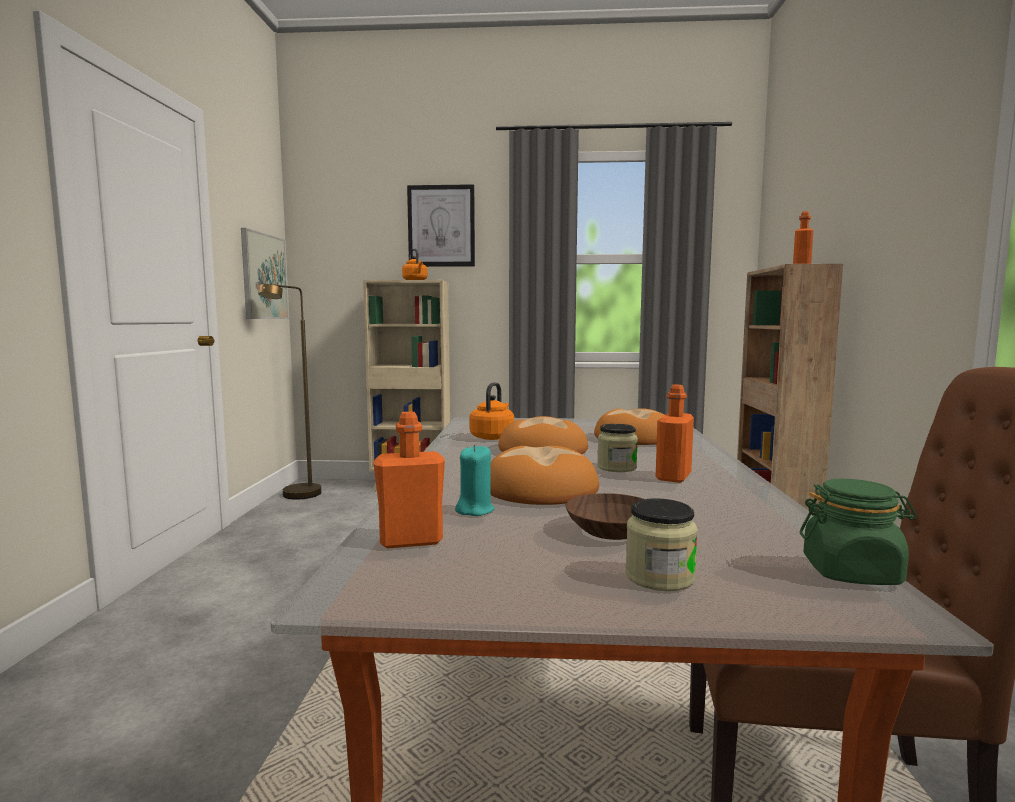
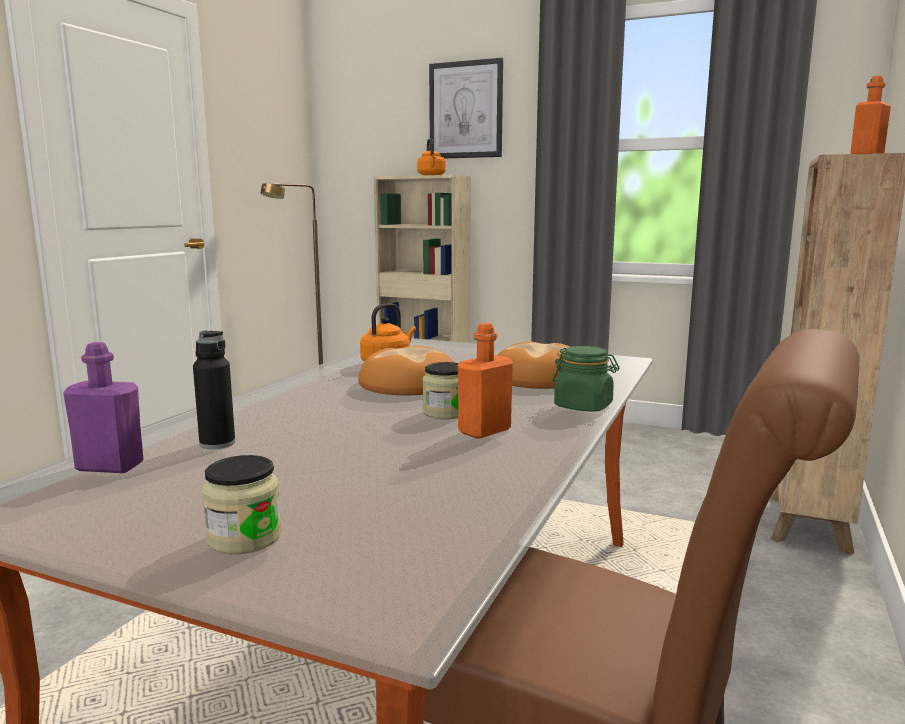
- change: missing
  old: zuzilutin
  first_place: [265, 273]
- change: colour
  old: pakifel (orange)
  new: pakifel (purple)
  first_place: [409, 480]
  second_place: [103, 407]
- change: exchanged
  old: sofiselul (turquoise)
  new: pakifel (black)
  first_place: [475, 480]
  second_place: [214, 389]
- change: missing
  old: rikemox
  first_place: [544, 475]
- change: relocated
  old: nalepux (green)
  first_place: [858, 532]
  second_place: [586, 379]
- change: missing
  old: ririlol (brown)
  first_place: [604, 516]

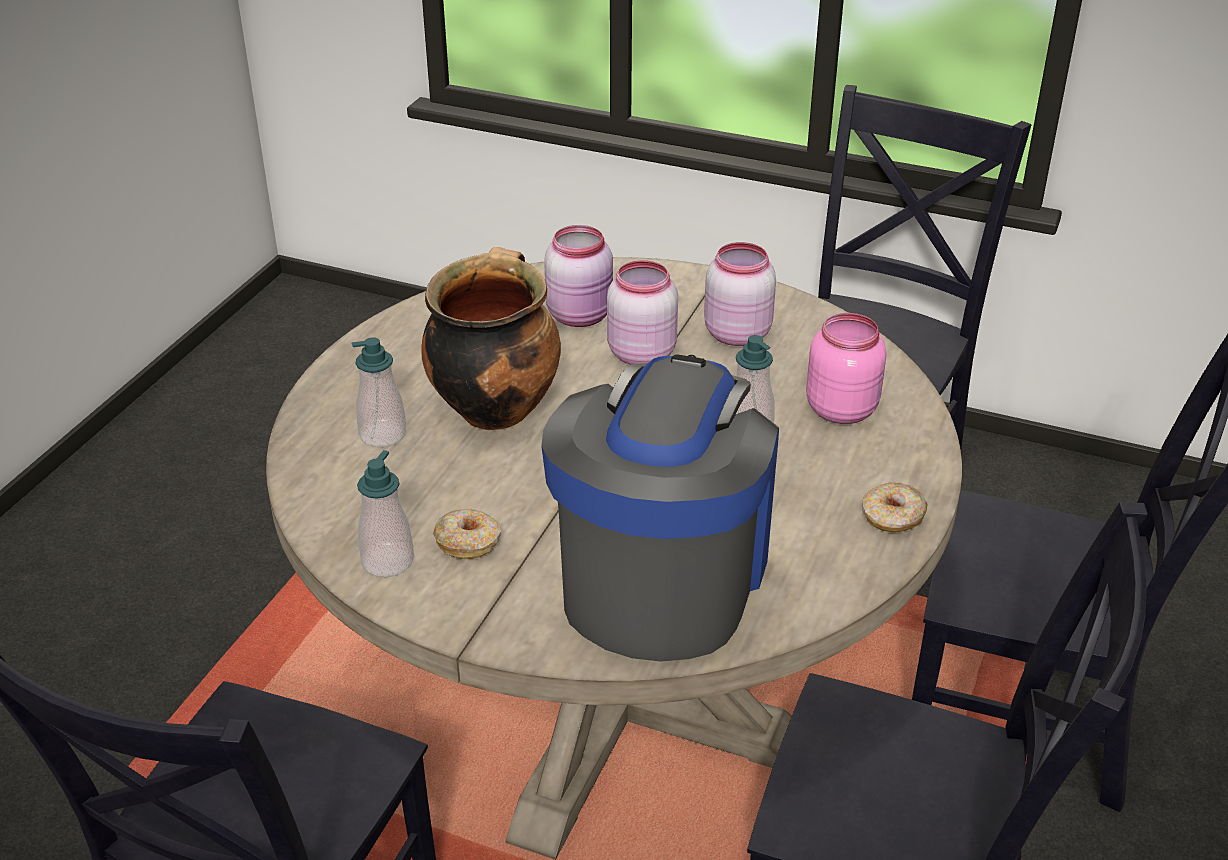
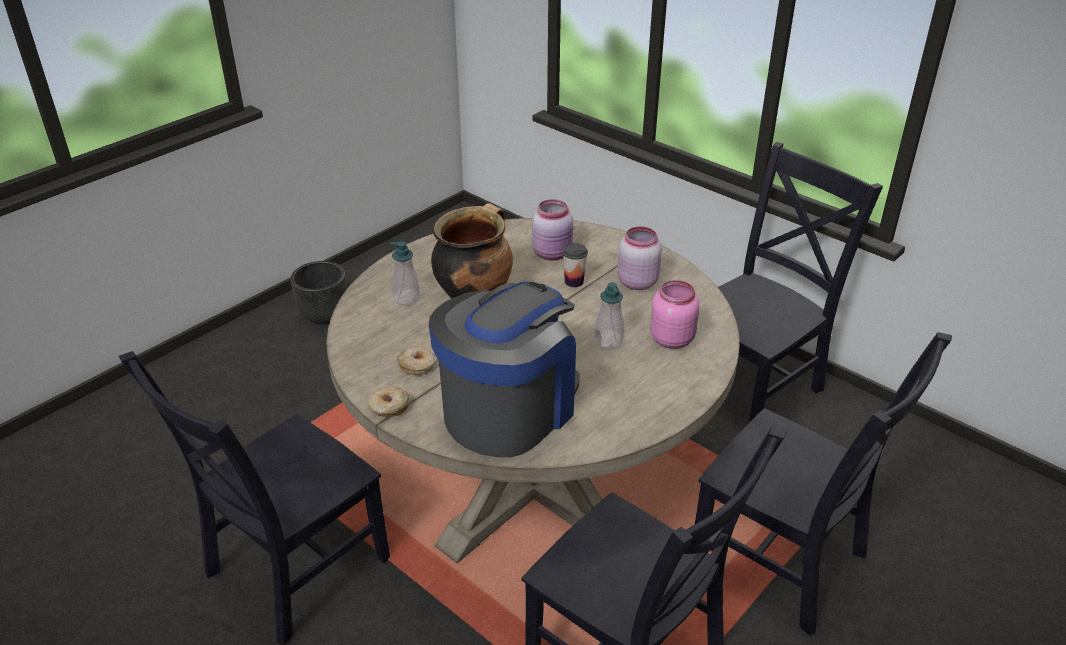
- change: exchanged
  old: nalepux (pink)
  new: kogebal
  first_place: [642, 312]
  second_place: [575, 265]
- change: missing
  old: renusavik
  first_place: [385, 513]
- change: relocated
  old: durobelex
  first_place: [894, 507]
  second_place: [388, 401]
- change: appeared
  new: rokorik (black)
  second_place: [318, 292]

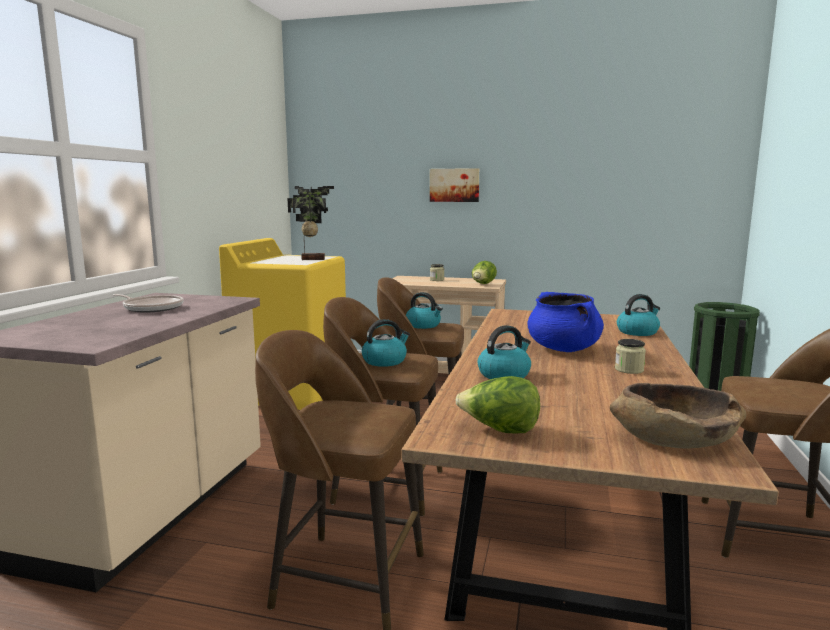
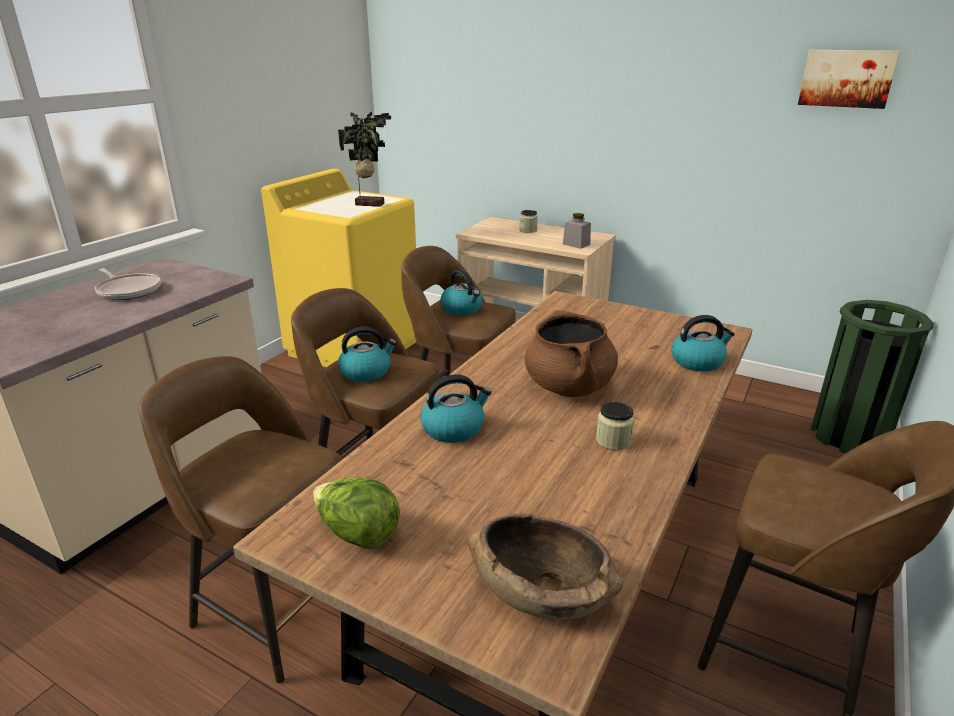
- change: relocated
  old: zuzilutin
  first_place: [454, 185]
  second_place: [849, 79]
- change: exchanged
  old: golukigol
  new: nalepux (grey)
  first_place: [484, 272]
  second_place: [577, 231]
- change: colour
  old: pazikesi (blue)
  new: pazikesi (brown)
  first_place: [565, 322]
  second_place: [571, 353]

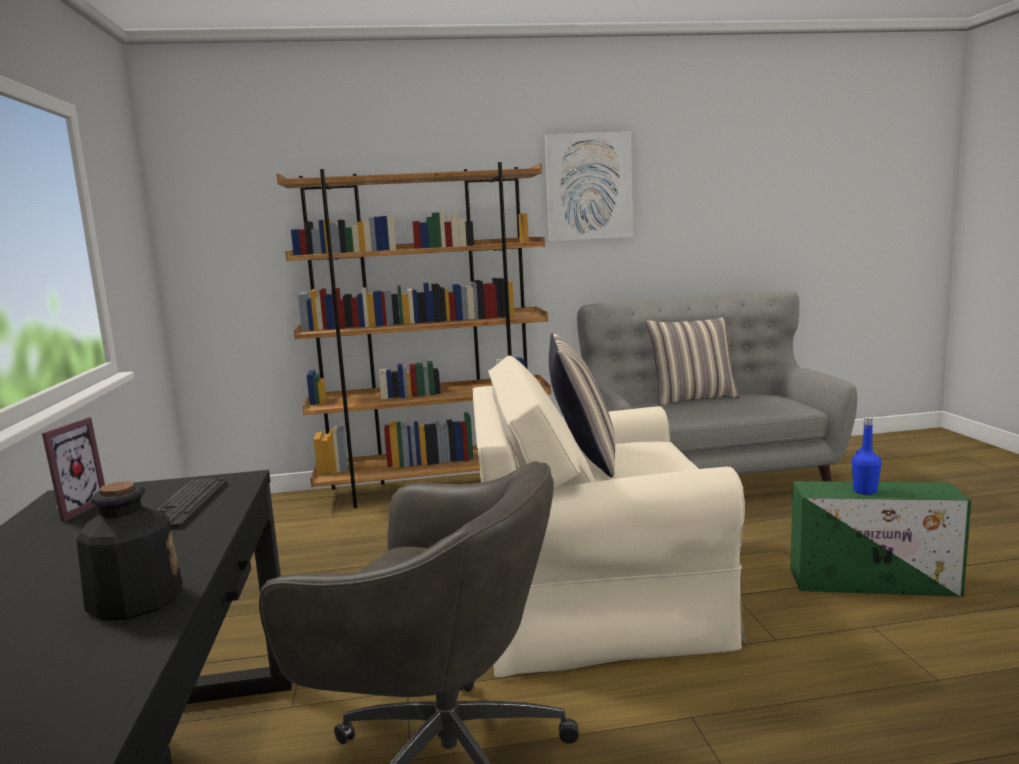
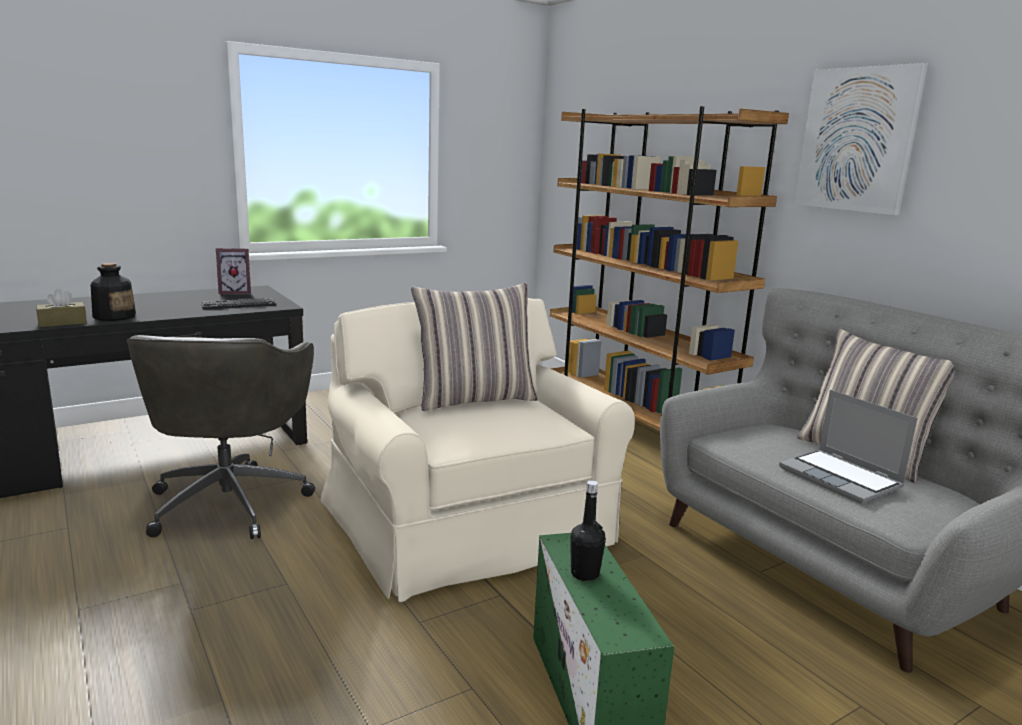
- change: colour
  old: pakifel (blue)
  new: pakifel (black)
  first_place: [866, 456]
  second_place: [588, 530]
- change: appeared
  new: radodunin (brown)
  second_place: [61, 308]
- change: appeared
  new: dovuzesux
  second_place: [848, 447]

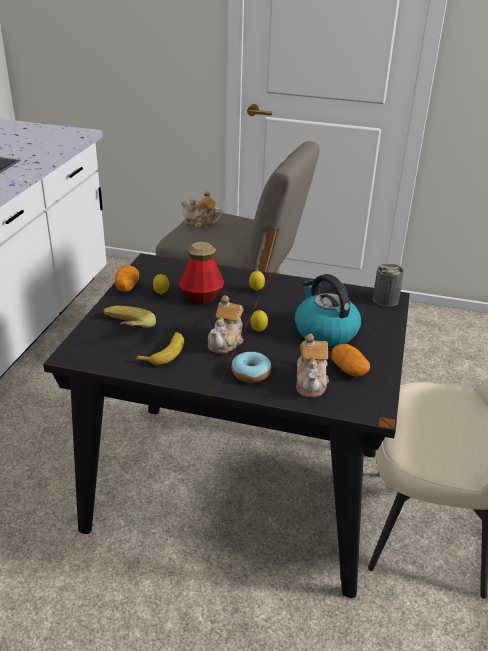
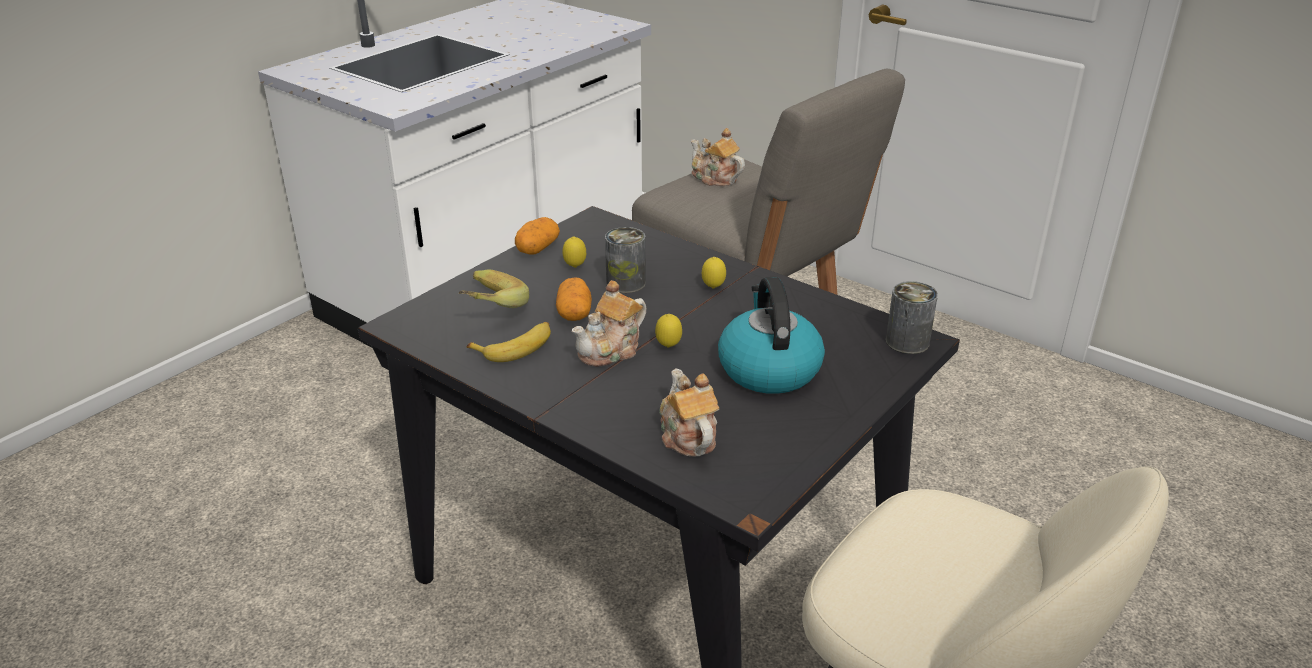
- change: exchanged
  old: pakifel
  new: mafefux
  first_place: [201, 273]
  second_place: [625, 260]
- change: spun
  old: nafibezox
  first_place: [312, 365]
  second_place: [689, 412]
  degrees: 135
- change: relocated
  old: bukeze
  first_place: [350, 360]
  second_place: [574, 299]
- change: missing
  old: durobelex
  first_place: [251, 367]

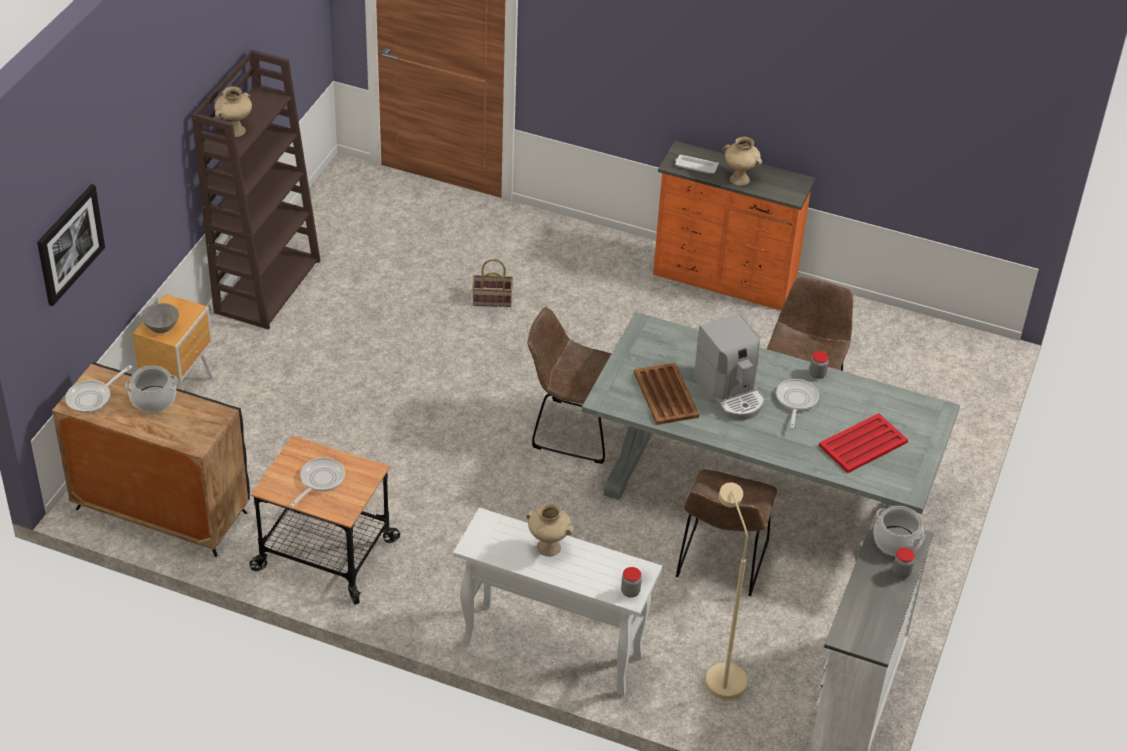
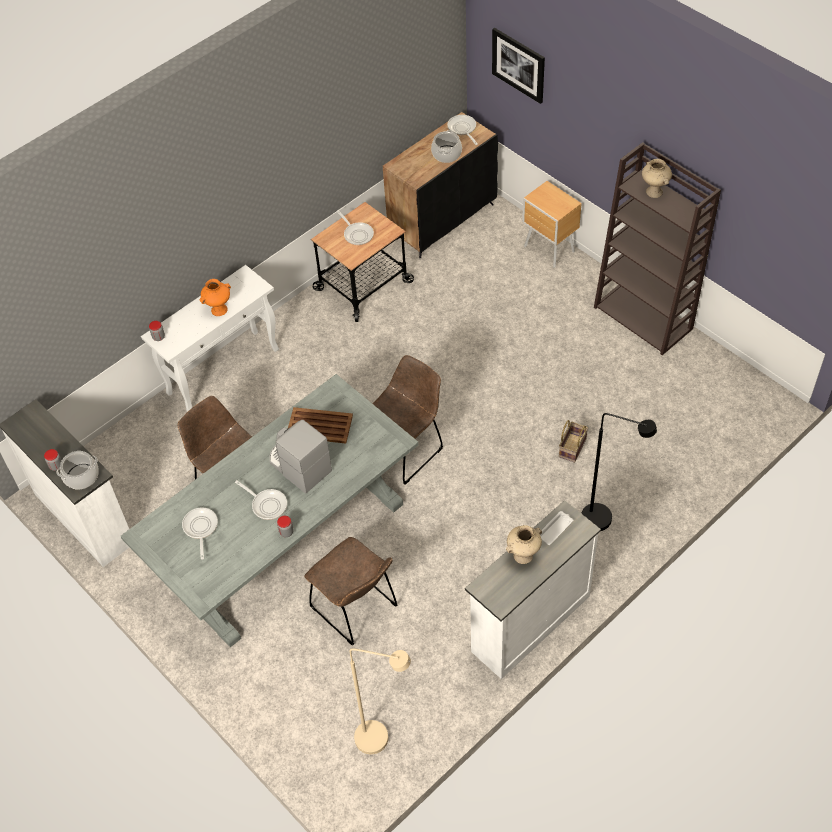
- change: colour
  old: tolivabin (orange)
  new: tolivabin (white)
  first_place: [734, 226]
  second_place: [533, 589]
- change: missing
  old: ririlol (grey)
  first_place: [160, 318]
- change: spun
  old: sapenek
  first_place: [729, 367]
  second_place: [300, 456]
  degrees: 45
- change: exchanged
  old: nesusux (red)
  new: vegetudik
  first_place: [863, 443]
  second_place: [200, 533]
- change: relocated
  old: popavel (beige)
  first_place: [726, 591]
  second_place: [380, 701]
- change: colour
  old: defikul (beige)
  new: defikul (orange)
  first_place: [550, 530]
  second_place: [215, 297]
- change: appeared
  new: popavel (black)
  second_place: [619, 472]

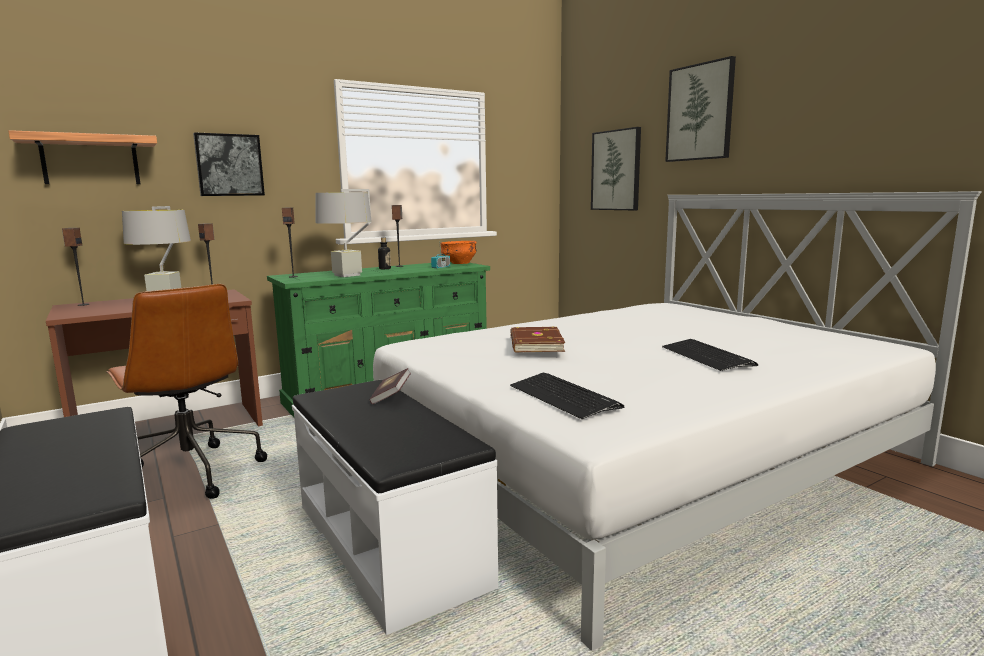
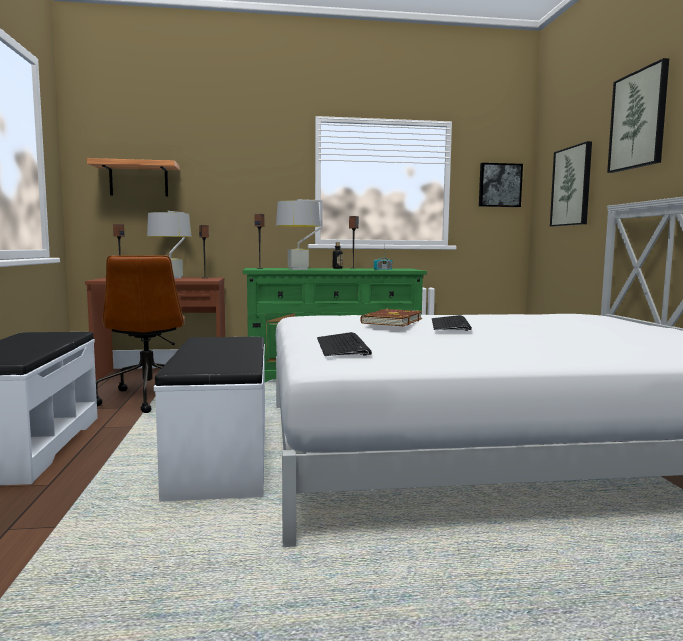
- change: relocated
  old: zuzilutin
  first_place: [229, 164]
  second_place: [501, 185]
- change: missing
  old: ririlol (orange)
  first_place: [458, 252]
- change: relocated
  old: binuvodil
  first_place: [710, 355]
  second_place: [452, 323]
- change: missing
  old: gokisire
  first_place: [390, 386]

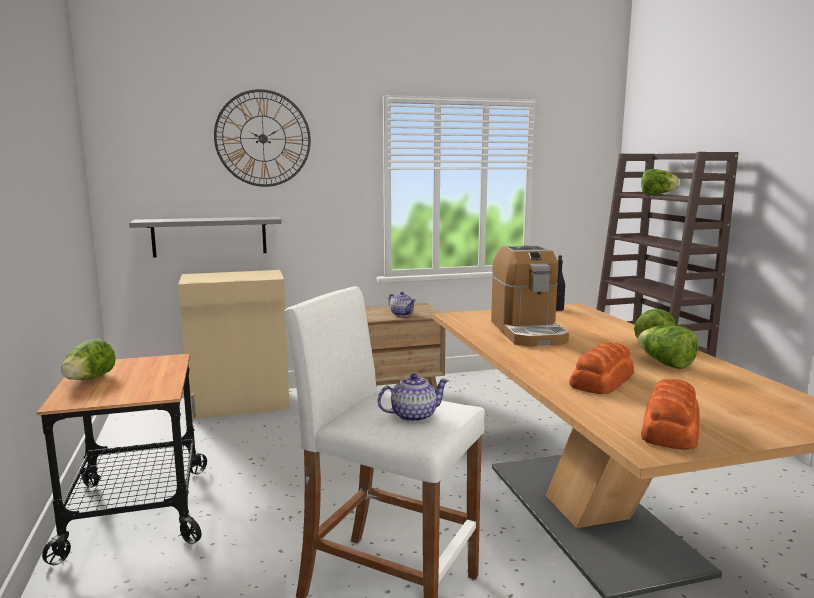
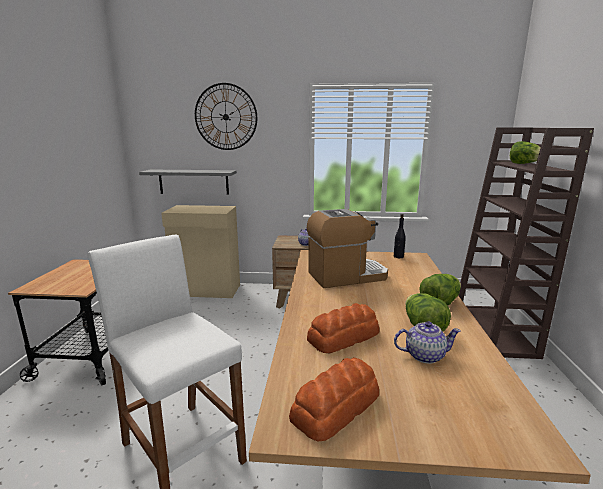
- change: spun
  old: sapenek
  first_place: [530, 296]
  second_place: [347, 248]
  degrees: -120
- change: missing
  old: golukigol
  first_place: [88, 359]
- change: relocated
  old: nafibezox
  first_place: [413, 397]
  second_place: [427, 342]

